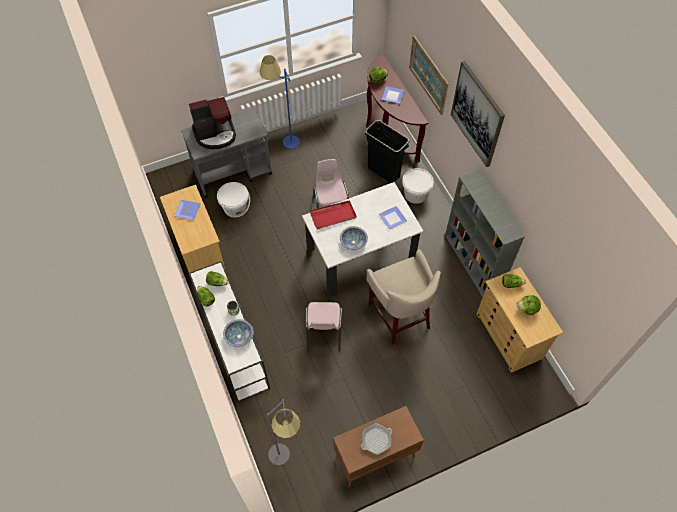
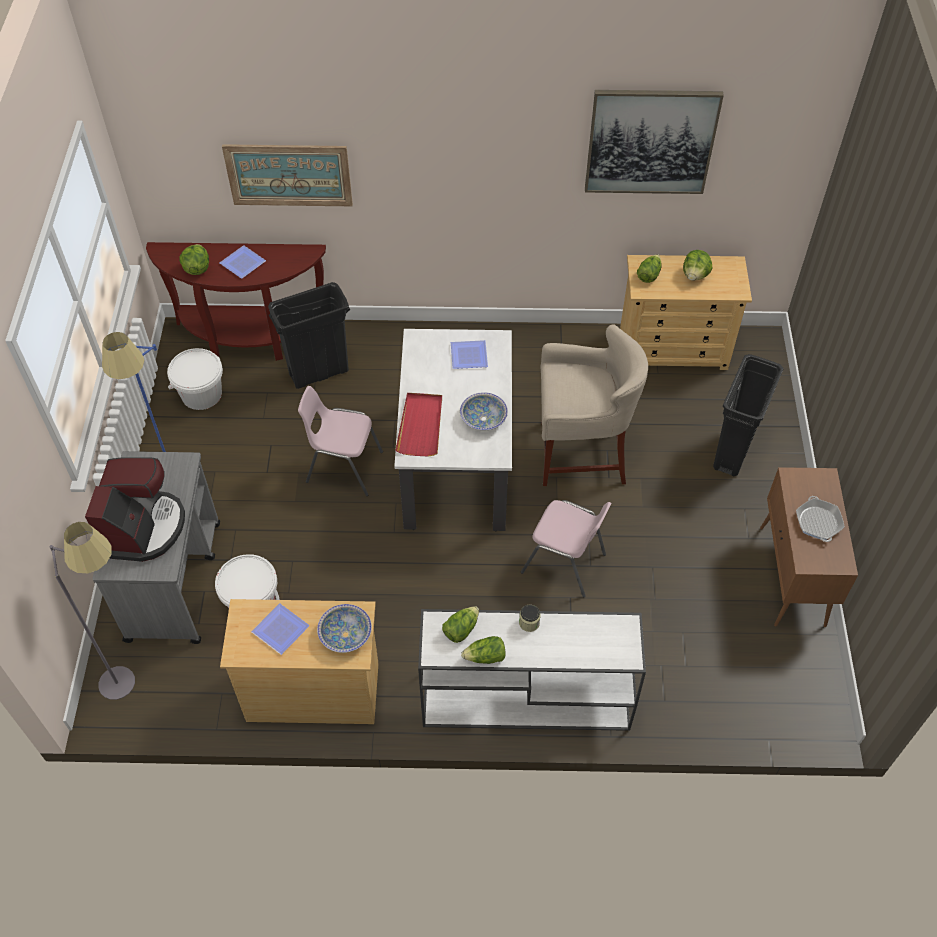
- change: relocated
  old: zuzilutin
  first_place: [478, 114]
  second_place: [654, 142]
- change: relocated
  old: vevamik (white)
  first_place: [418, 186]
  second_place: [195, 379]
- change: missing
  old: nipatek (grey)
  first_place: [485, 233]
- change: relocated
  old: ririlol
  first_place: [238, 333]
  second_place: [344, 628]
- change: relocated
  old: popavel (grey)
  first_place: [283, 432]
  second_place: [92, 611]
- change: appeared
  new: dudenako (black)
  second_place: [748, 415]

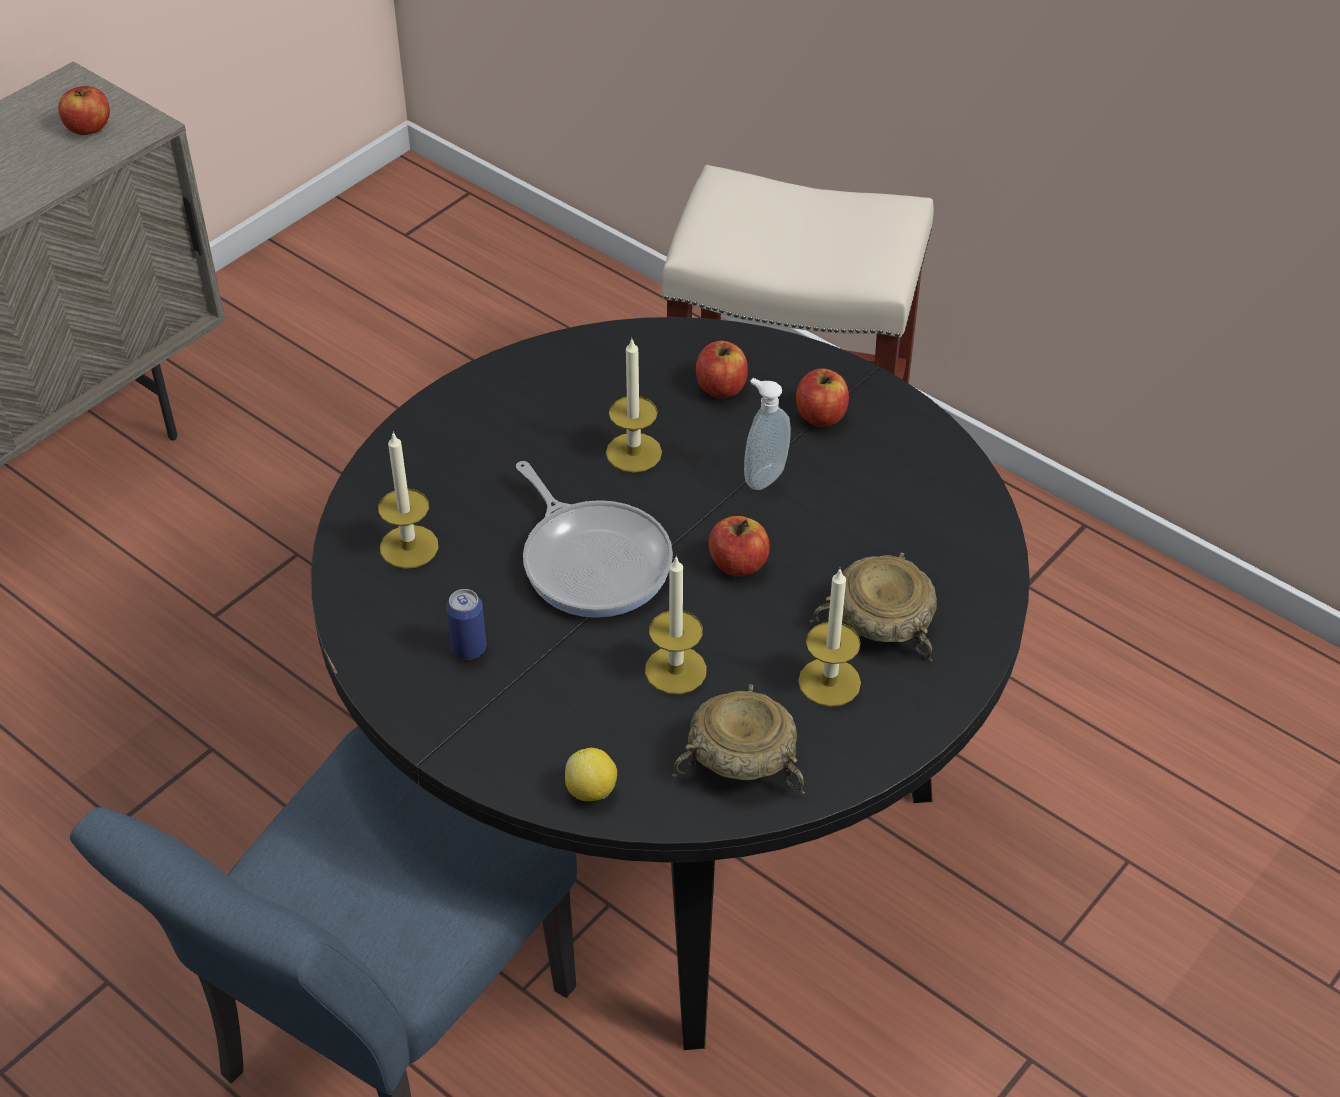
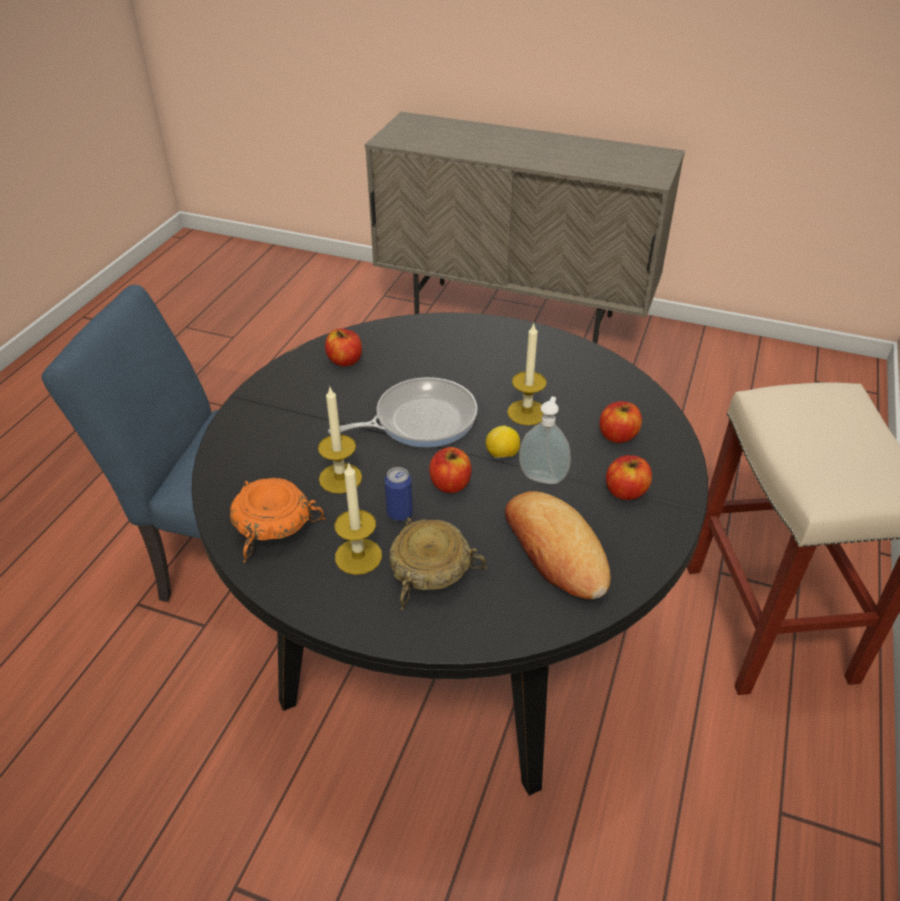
- change: relocated
  old: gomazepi
  first_place: [84, 110]
  second_place: [343, 348]
- change: missing
  old: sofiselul
  first_place: [408, 500]
- change: spun
  old: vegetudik
  first_place: [594, 539]
  second_place: [403, 412]
  degrees: -150
- change: relocated
  old: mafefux
  first_place: [466, 624]
  second_place: [399, 494]
- change: colour
  old: ririlol (beige)
  new: ririlol (orange)
  first_place: [738, 739]
  second_place: [278, 520]
- change: relocated
  old: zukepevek
  first_place: [591, 774]
  second_place: [503, 442]
- change: appeared
  new: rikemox
  second_place: [558, 545]

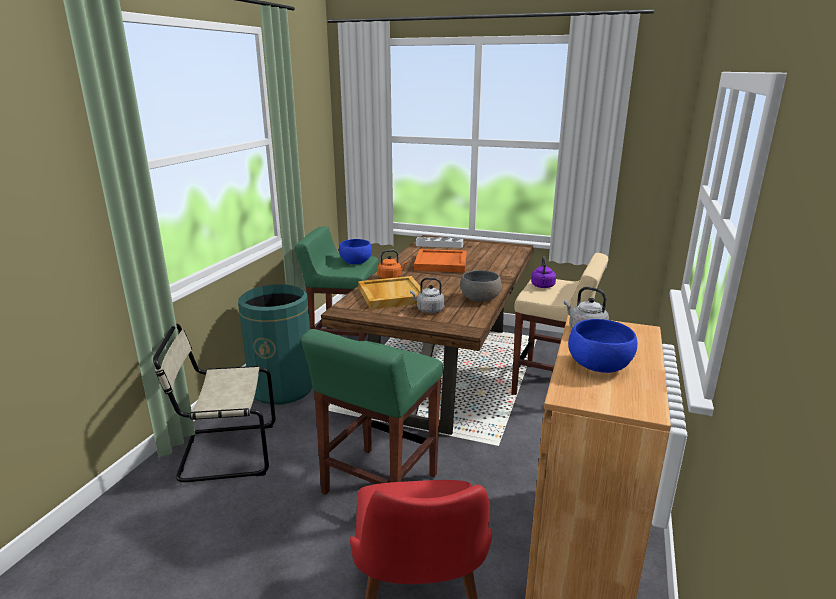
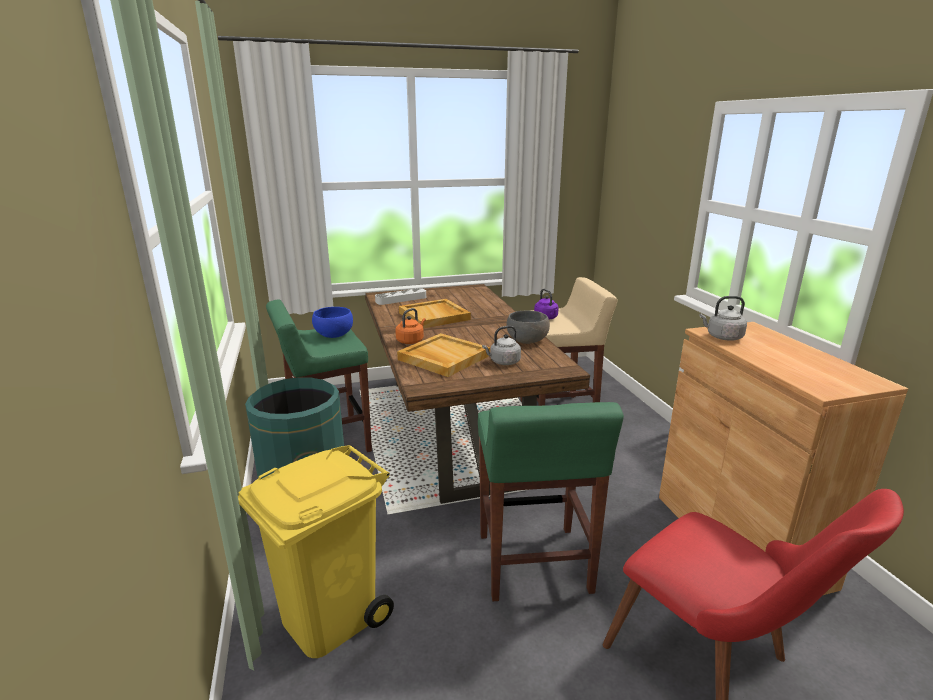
- change: colour
  old: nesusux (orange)
  new: nesusux (beige)
  first_place: [440, 260]
  second_place: [435, 313]
- change: missing
  old: ririlol (blue)
  first_place: [602, 346]
- change: exchanged
  old: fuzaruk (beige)
  new: dudenako (yellow)
  first_place: [214, 403]
  second_place: [316, 551]

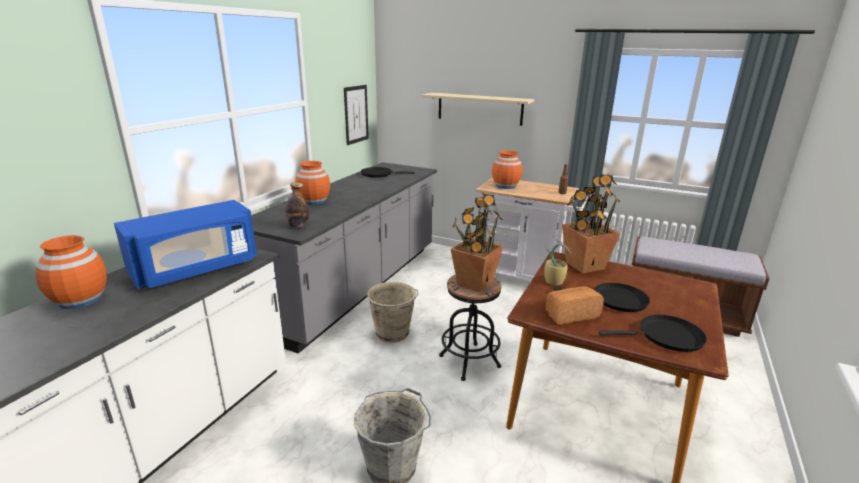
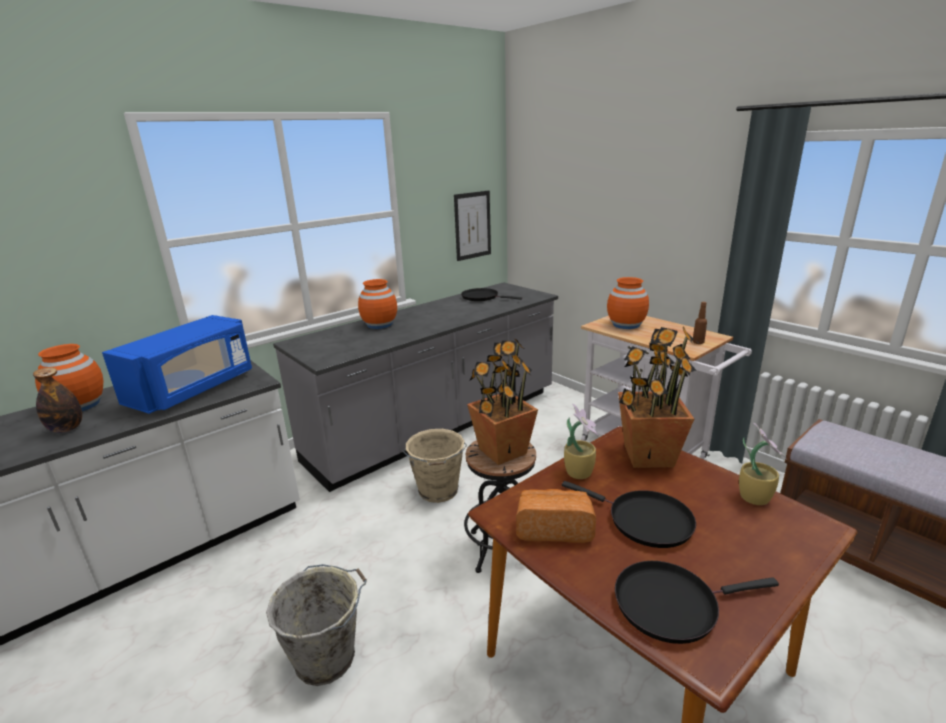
- change: missing
  old: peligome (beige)
  first_place: [477, 109]
- change: relocated
  old: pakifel
  first_place: [297, 205]
  second_place: [57, 400]
- change: spun
  old: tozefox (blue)
  first_place: [185, 244]
  second_place: [177, 364]
  degrees: -45
- change: spun
  old: vegetudik (black)
  first_place: [653, 333]
  second_place: [697, 602]
  degrees: 150
- change: appeared
  new: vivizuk
  second_place: [763, 464]

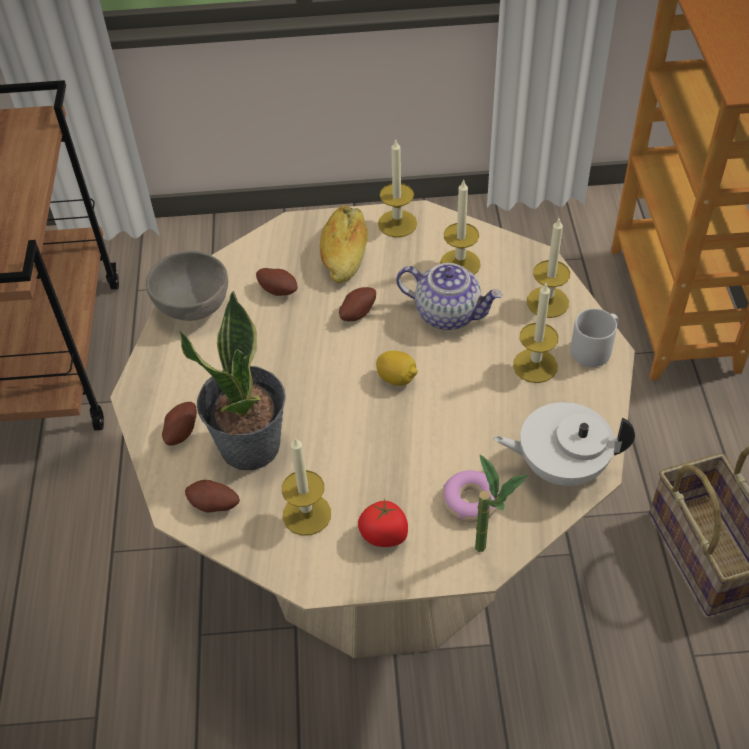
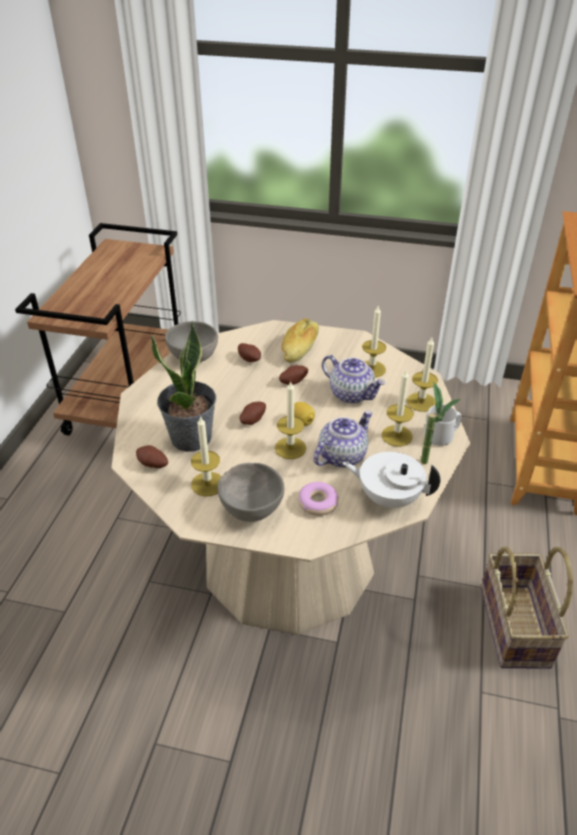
- change: relocated
  old: sofiselul
  first_place: [397, 187]
  second_place: [290, 419]
- change: relocated
  old: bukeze
  first_place: [179, 424]
  second_place: [253, 413]
- change: relocated
  old: vivizuk
  first_place: [501, 503]
  second_place: [441, 423]
- change: exchanged
  old: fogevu
  new: ririlol (grey)
  first_place: [383, 523]
  second_place: [250, 492]
- change: appeared
  new: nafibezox
  second_place: [343, 439]

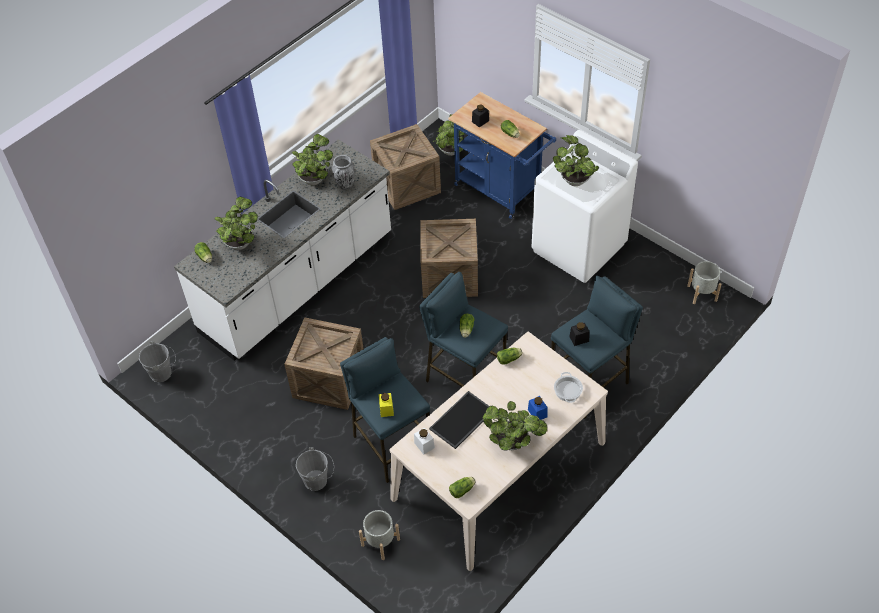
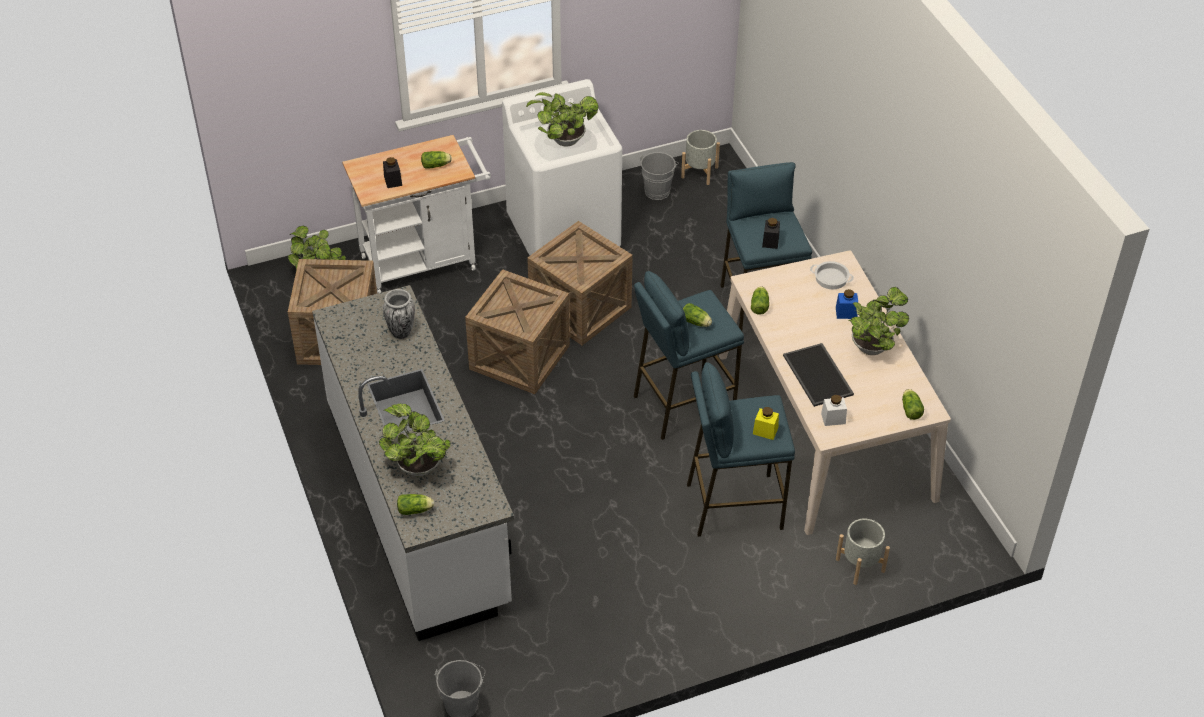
- change: colour
  old: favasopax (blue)
  new: favasopax (white)
  first_place: [502, 155]
  second_place: [416, 214]
- change: missing
  old: vivizuk
  first_place: [312, 159]
- change: relocated
  old: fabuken
  first_place: [324, 363]
  second_place: [580, 283]
- change: relocated
  old: vevamik (grey)
  first_place: [315, 469]
  second_place: [659, 176]

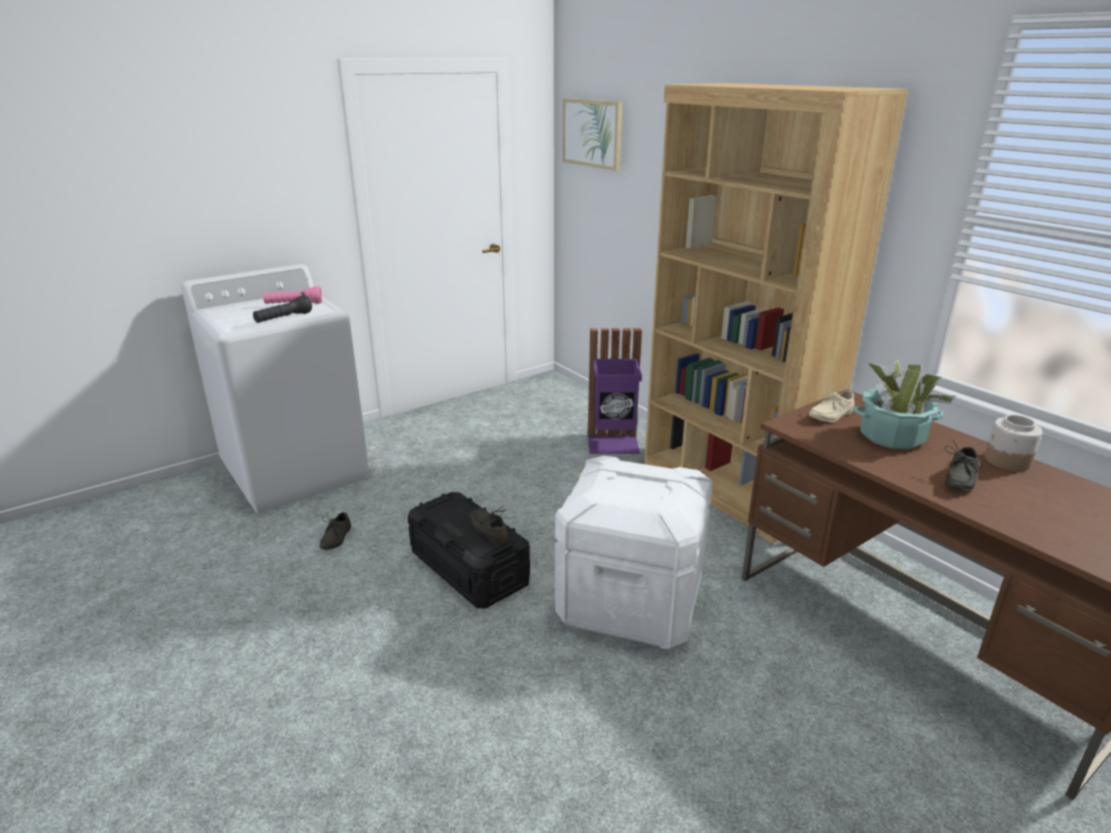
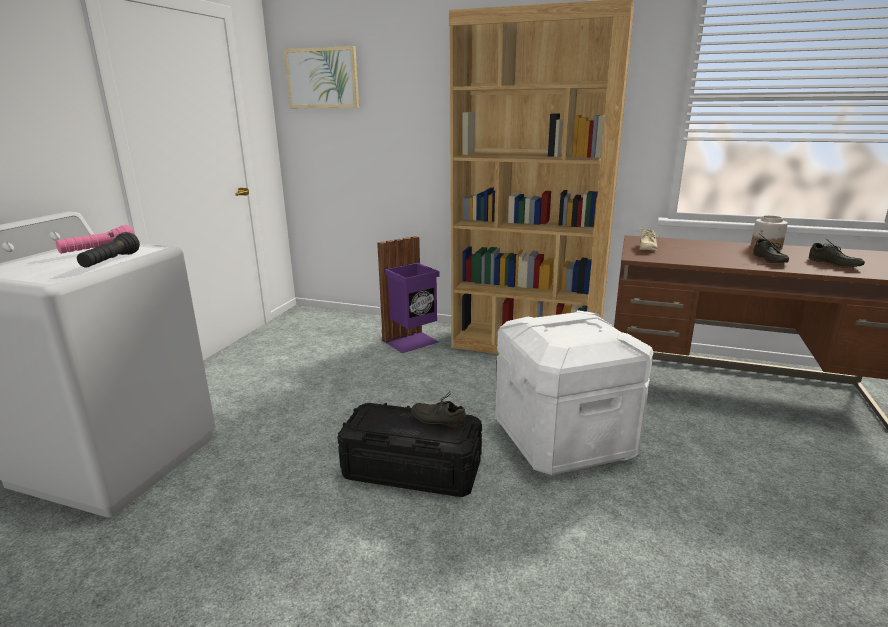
- change: missing
  old: vivizuk
  first_place: [904, 404]
- change: relocated
  old: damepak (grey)
  first_place: [335, 531]
  second_place: [837, 253]

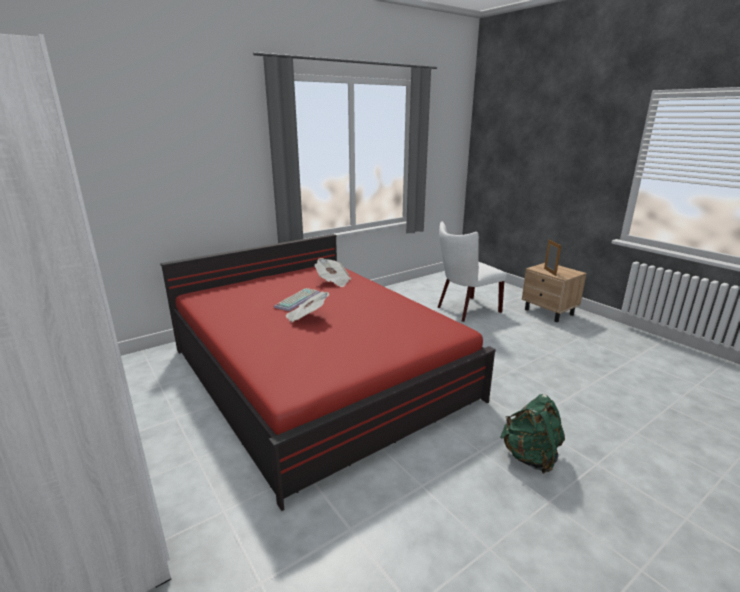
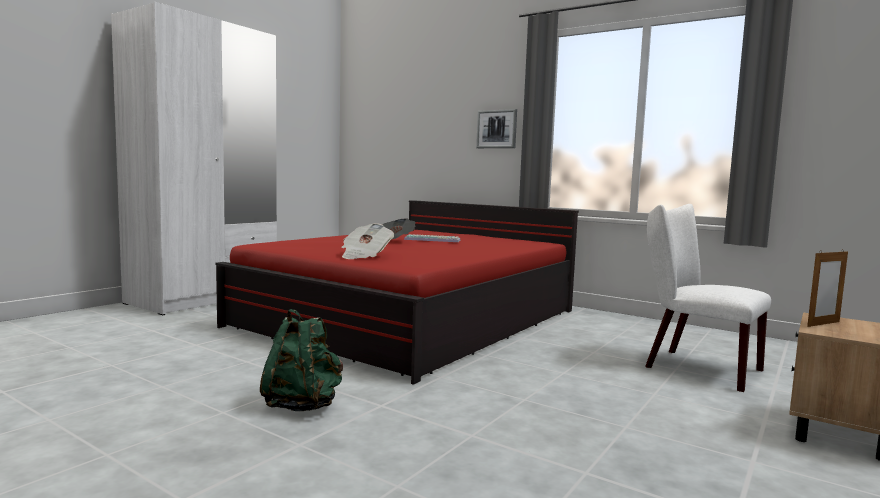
- change: relocated
  old: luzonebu
  first_place: [333, 272]
  second_place: [367, 241]
- change: appeared
  new: zuzilutin
  second_place: [496, 128]

